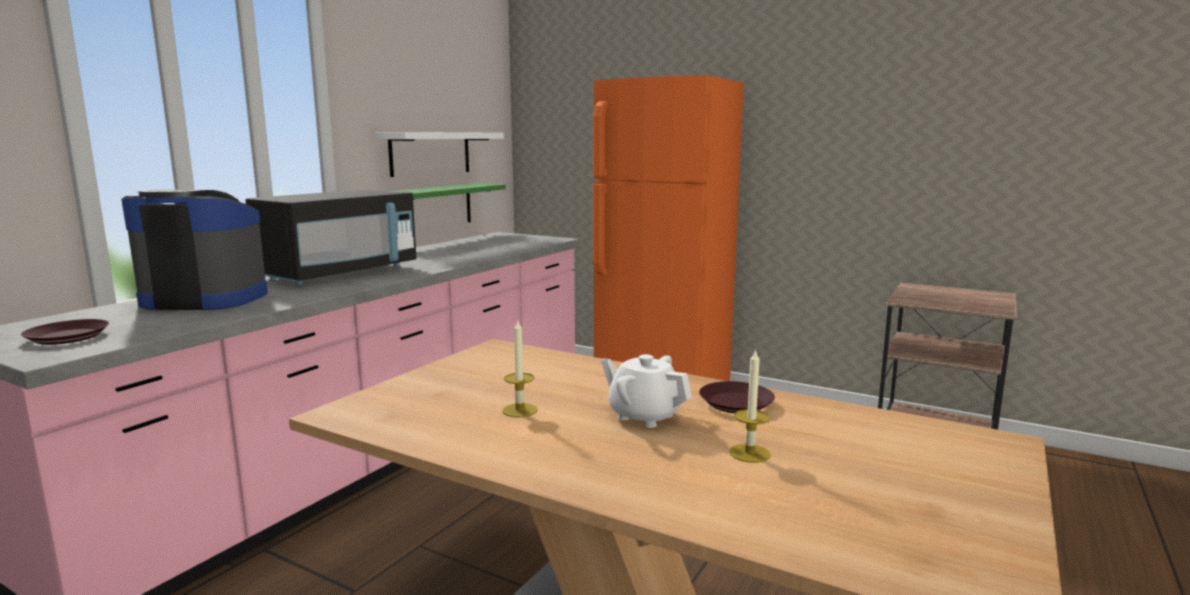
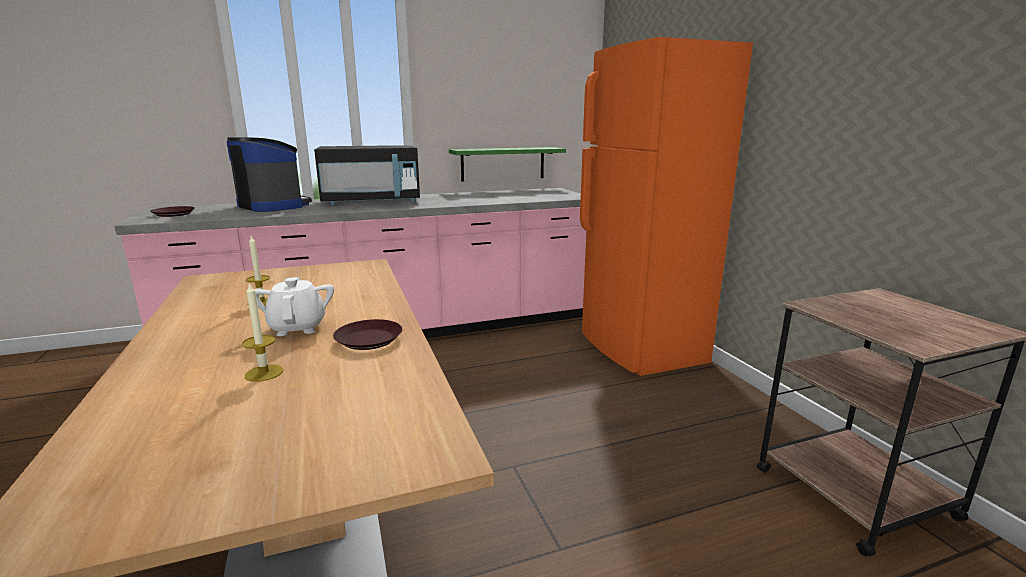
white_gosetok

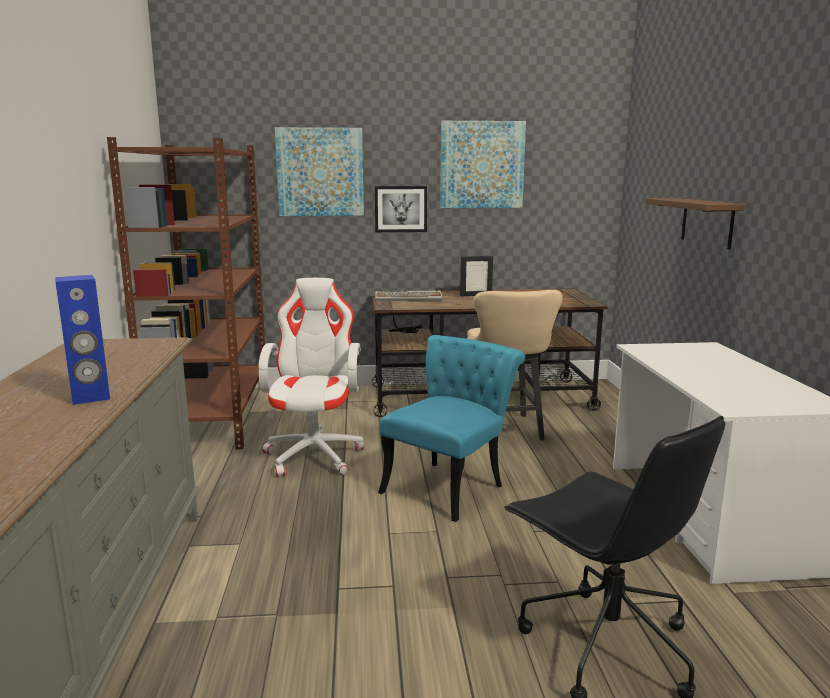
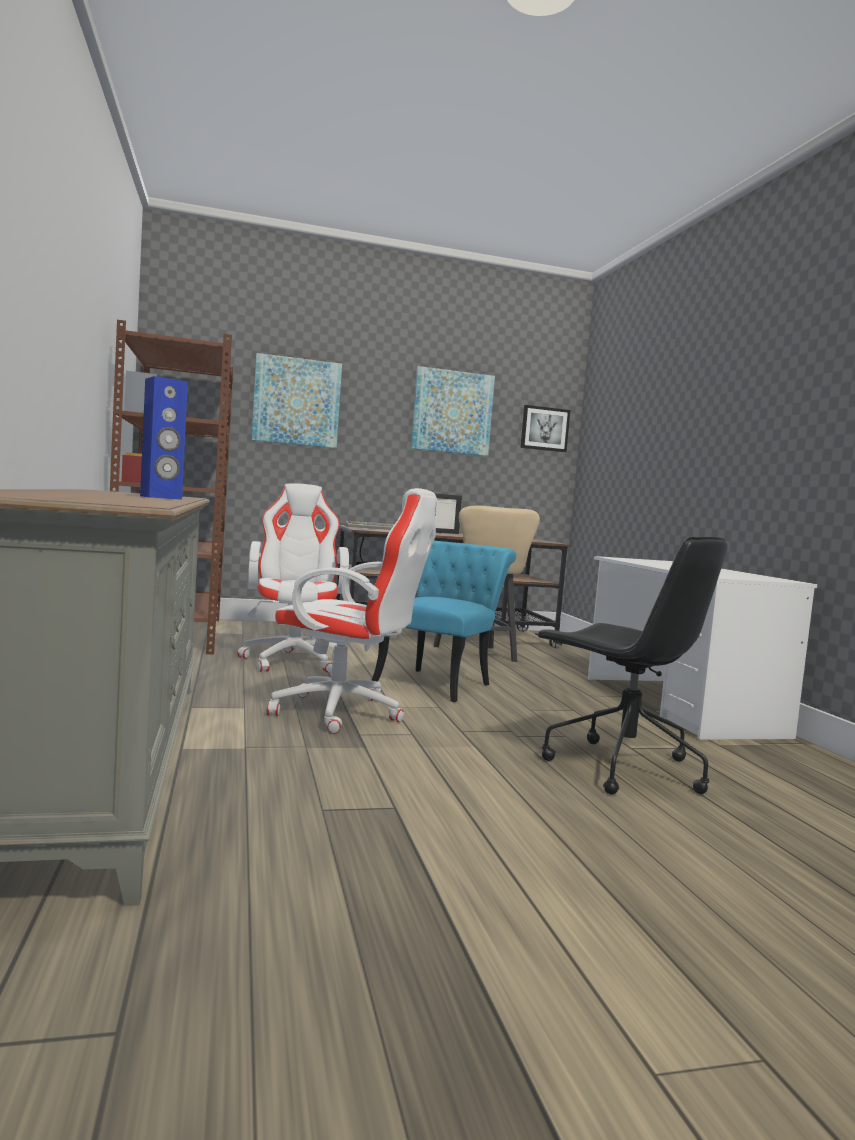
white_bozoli (no. 2 from left)
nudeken (no. 3 from left)
brown_gosetok

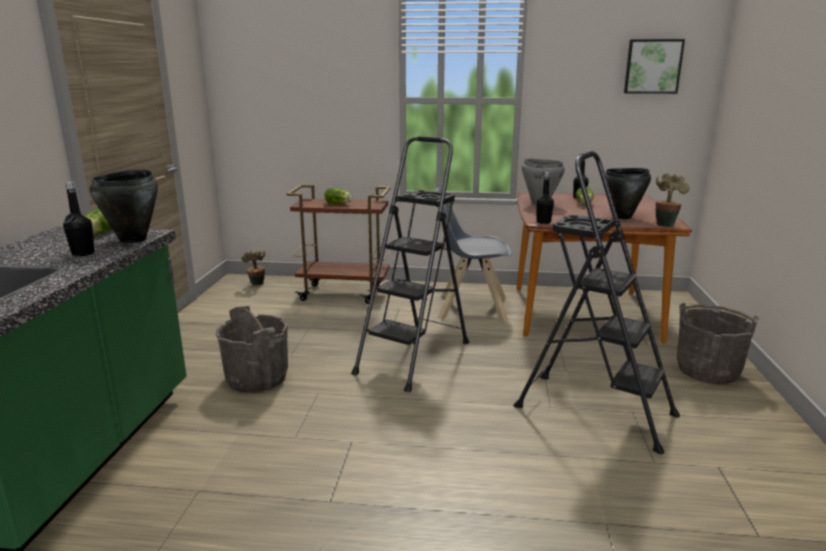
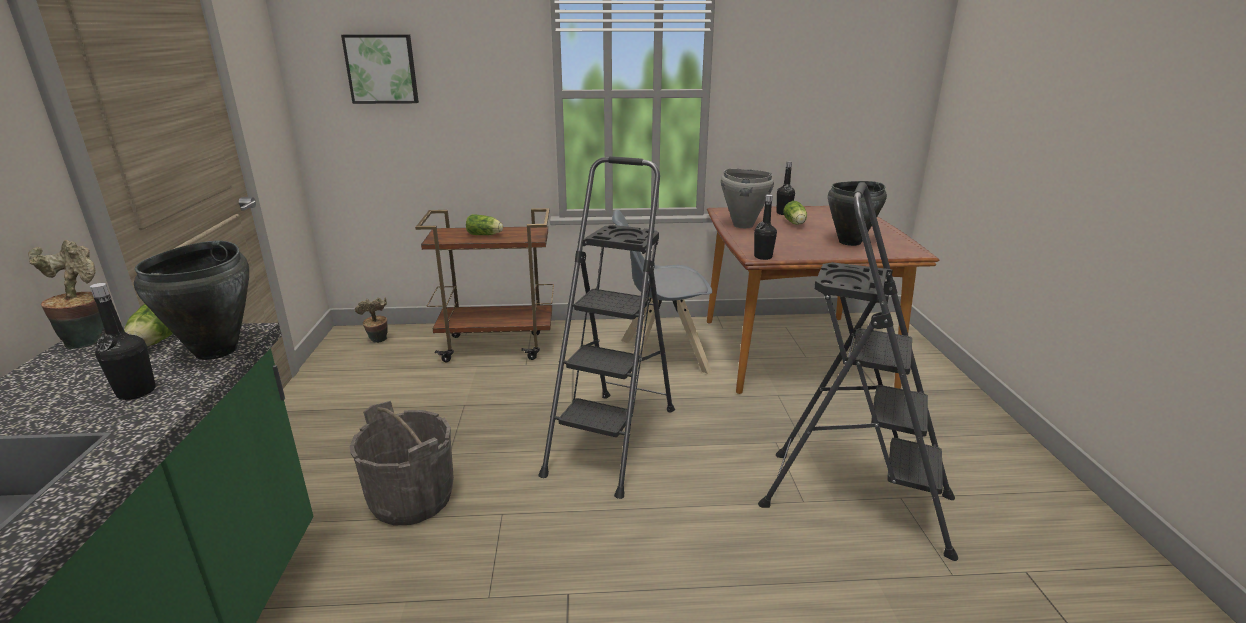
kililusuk (no. 1 from left)
nudeken
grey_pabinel (no. 2 from left in the first image)

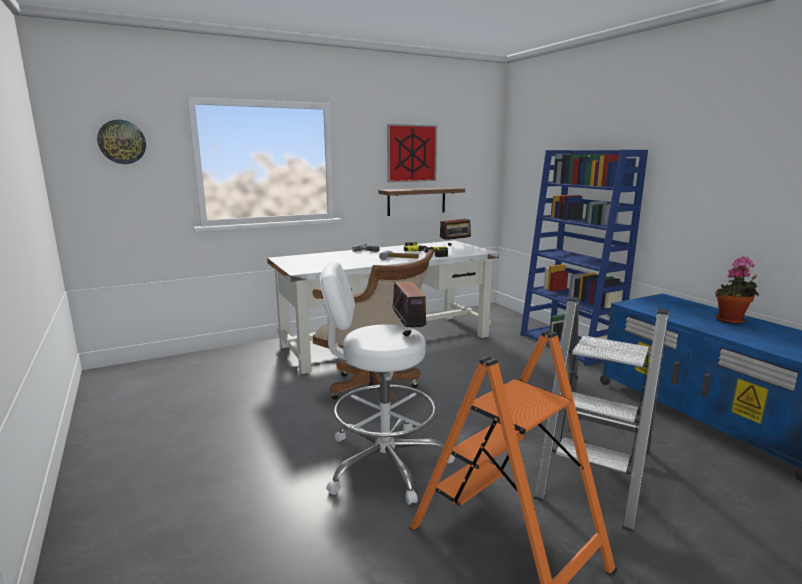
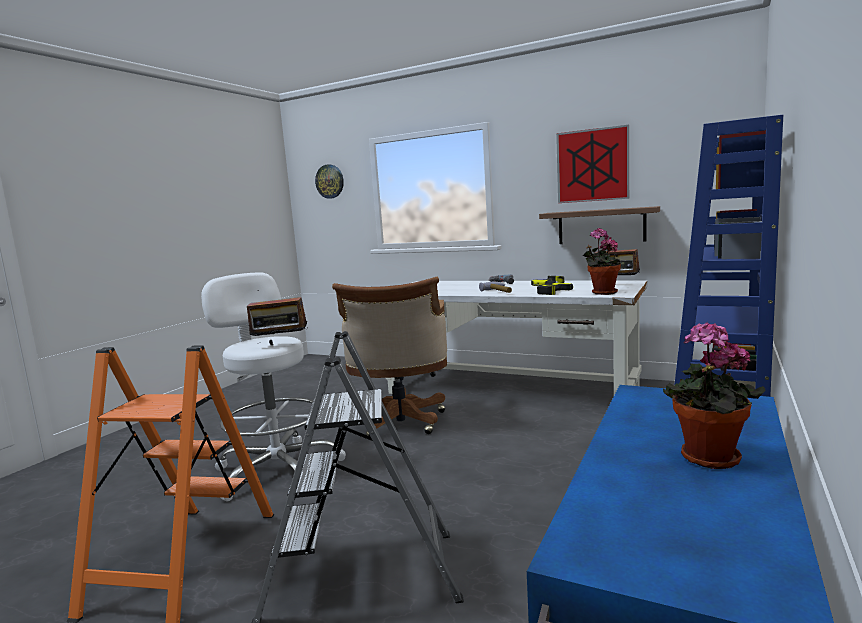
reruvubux (no. 1 from left)
kililusuk (no. 1 from left)

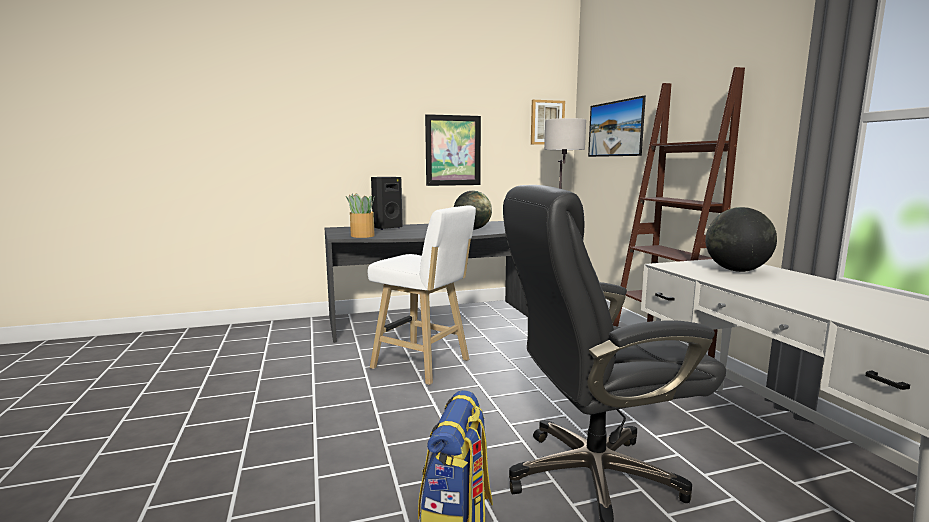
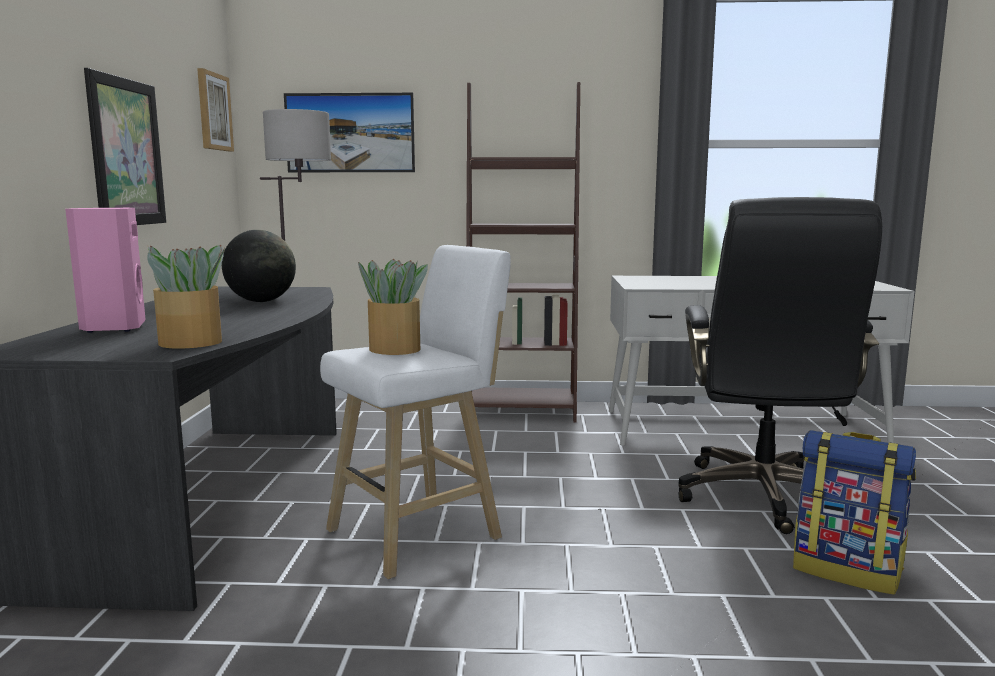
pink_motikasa
kililusuk (no. 2 from left)
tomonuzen (no. 2 from left in the first image)

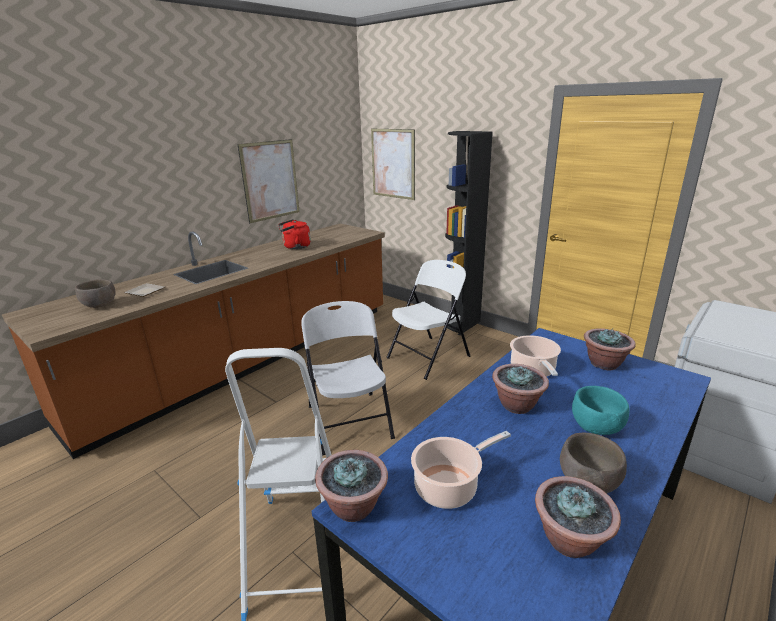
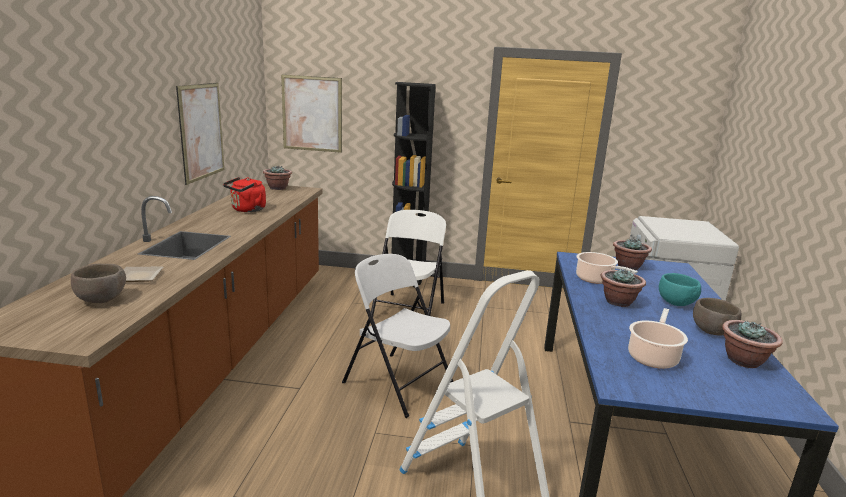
kililusuk (no. 1 from left)

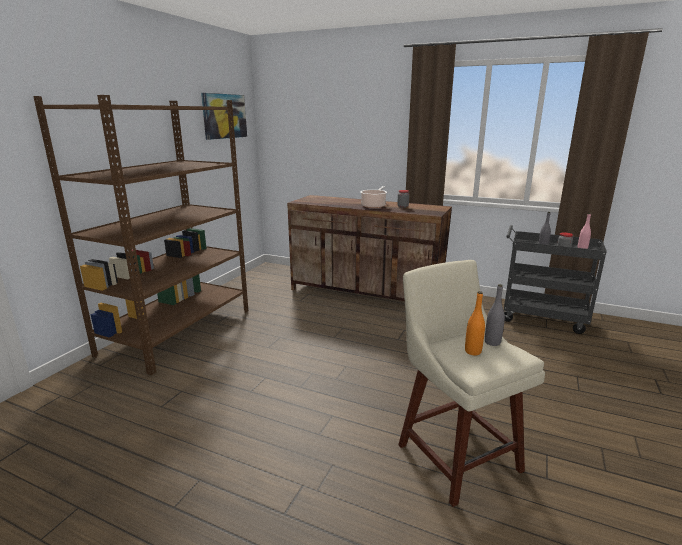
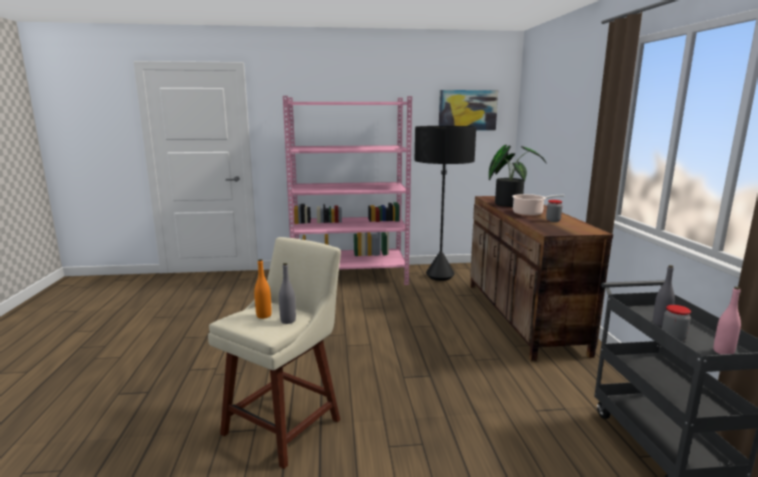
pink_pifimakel
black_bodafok
kililusuk

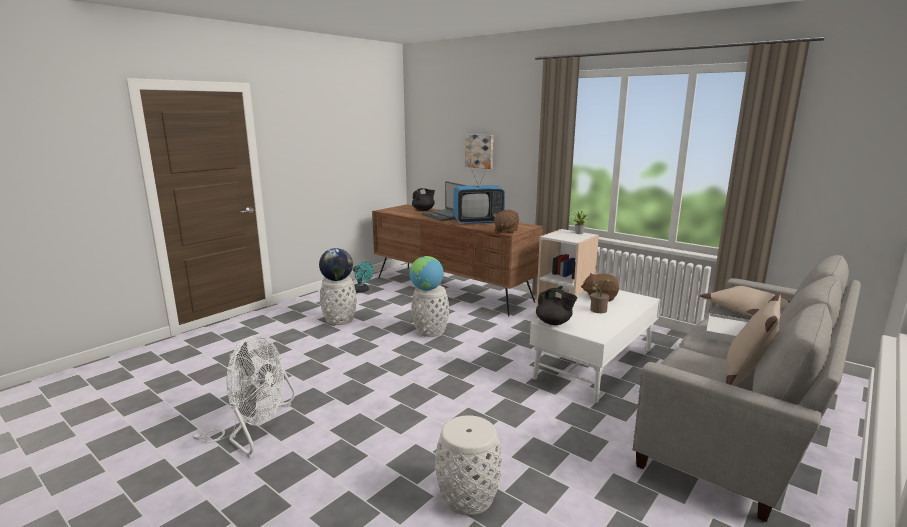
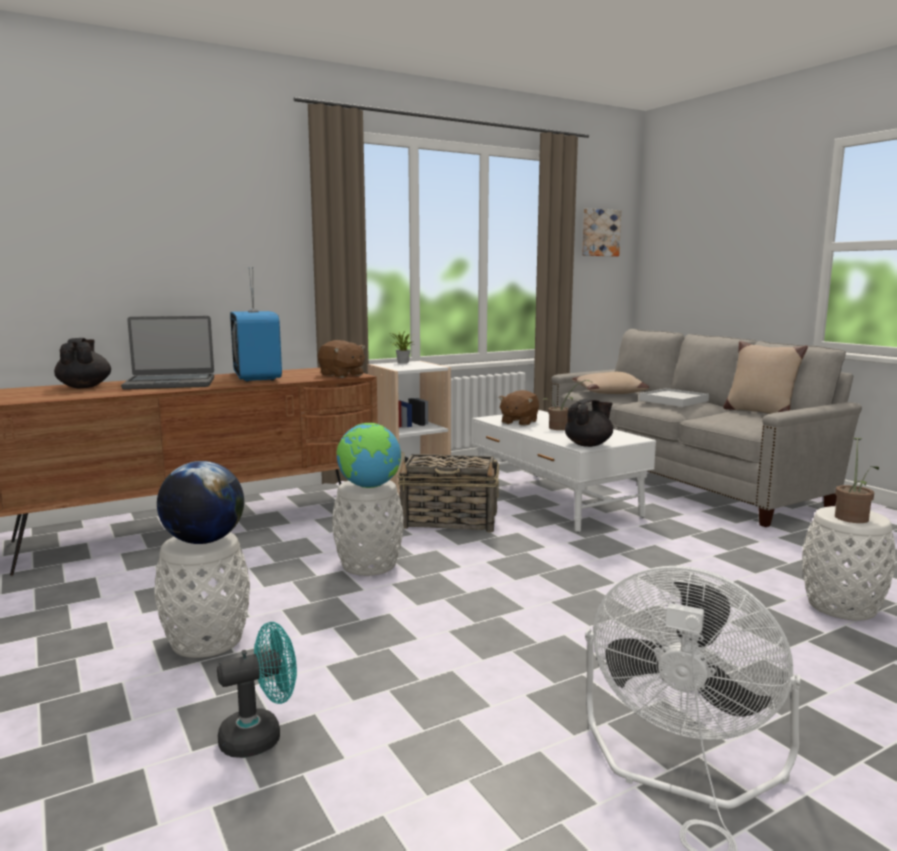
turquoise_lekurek
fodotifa
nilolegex
nudeken
kililusuk (no. 3 from left)

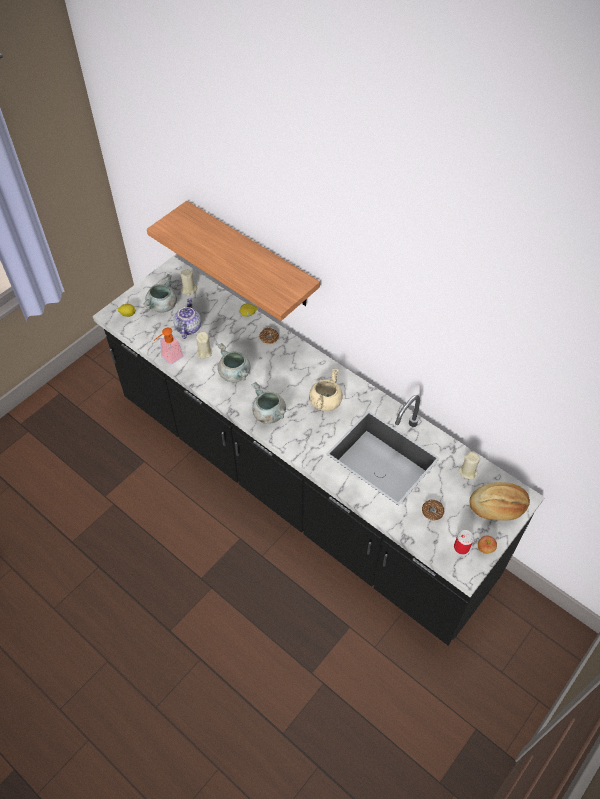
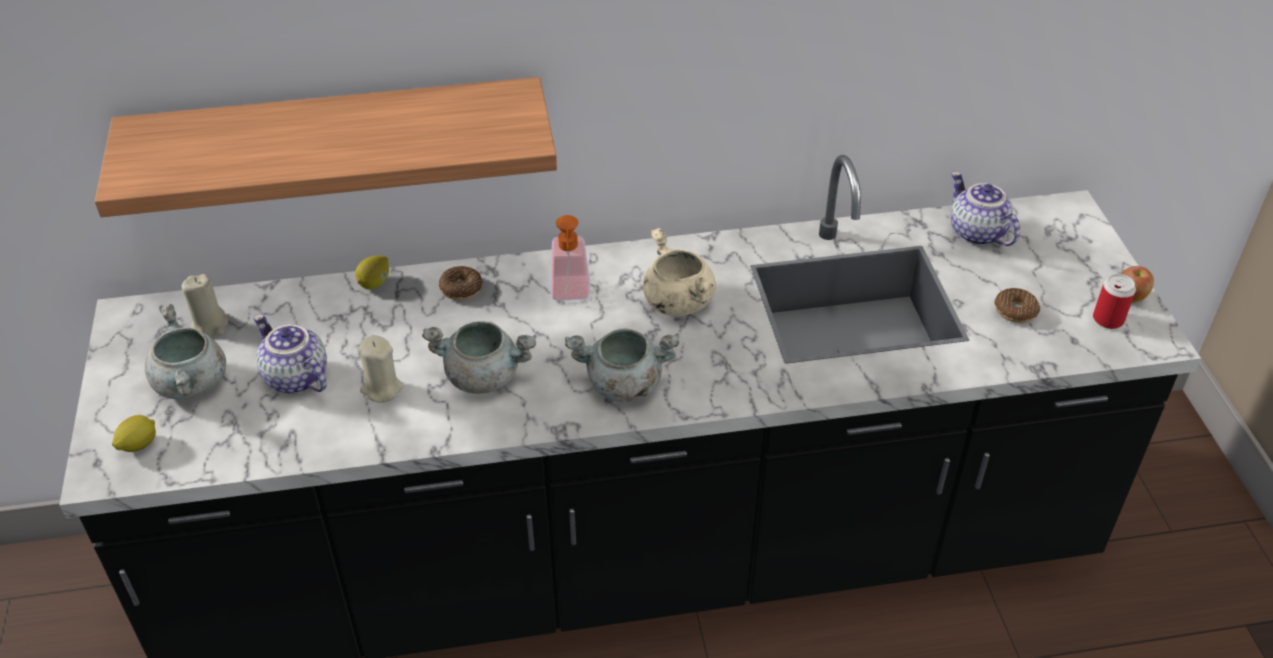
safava
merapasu (no. 2 from left)
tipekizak

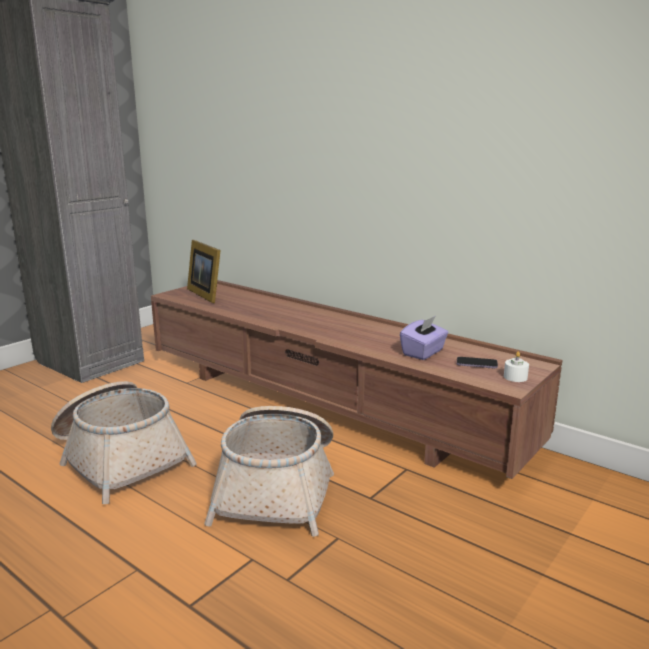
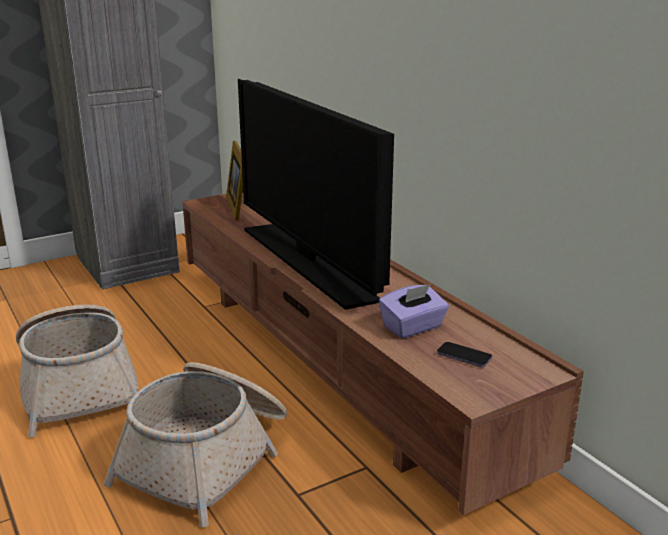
fodotifa
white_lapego

